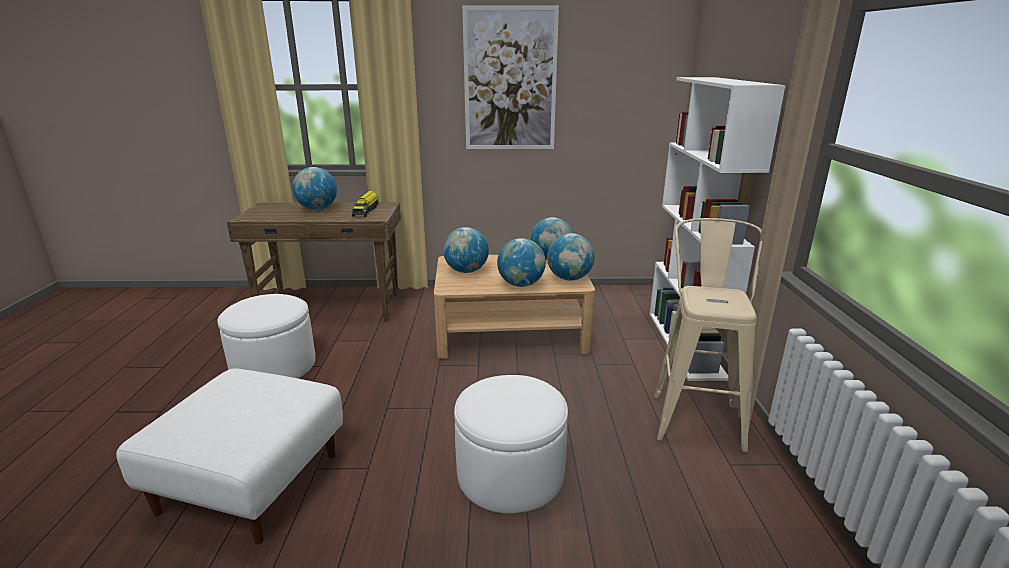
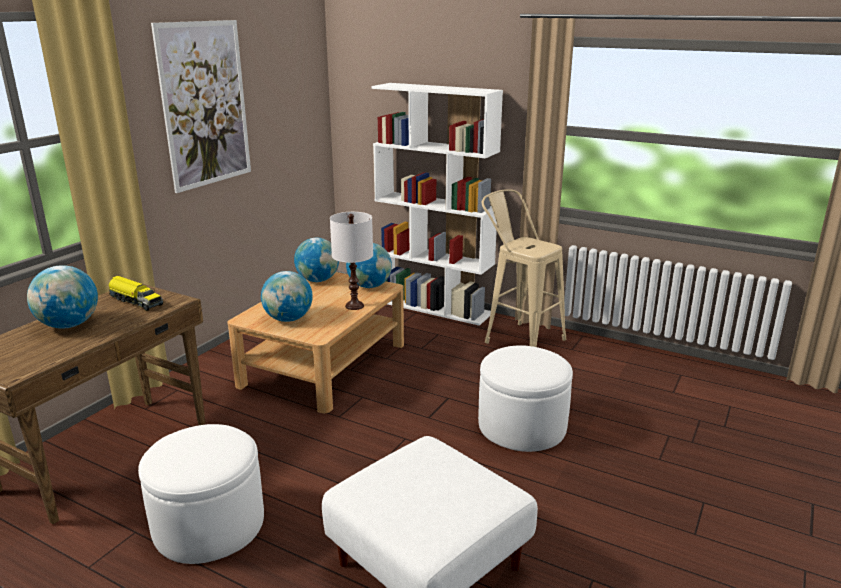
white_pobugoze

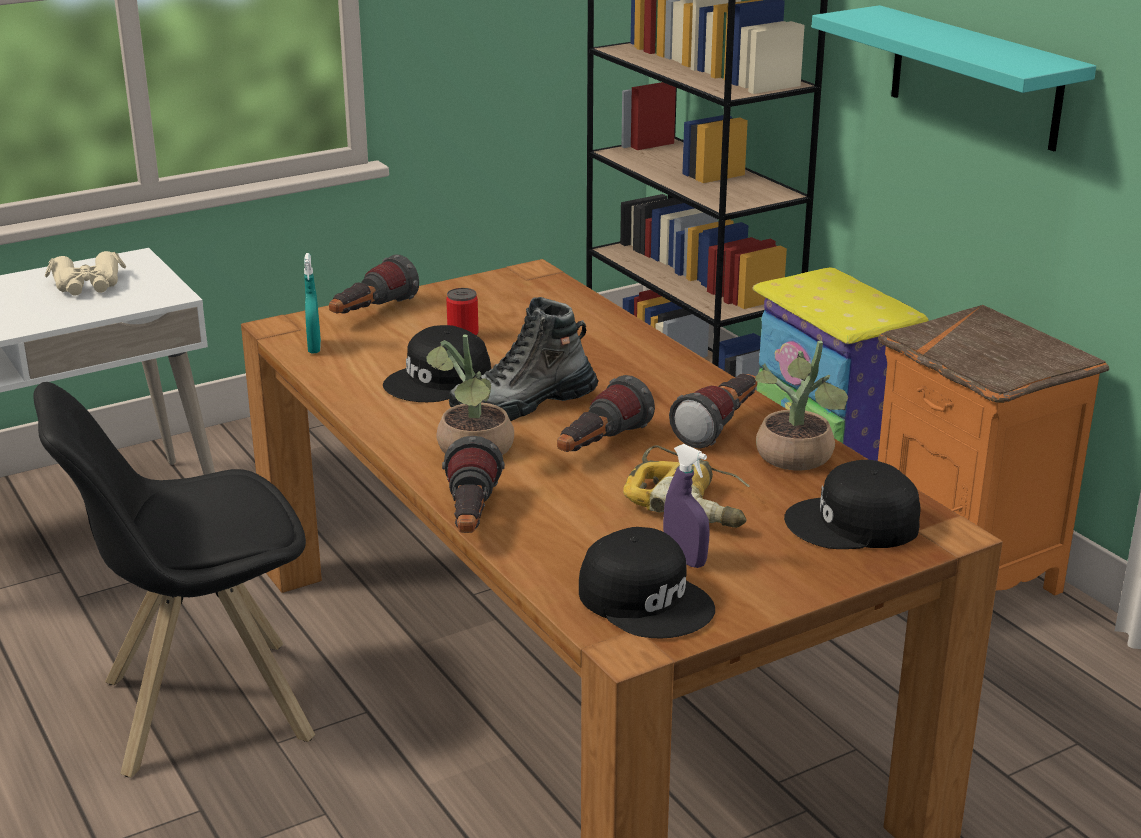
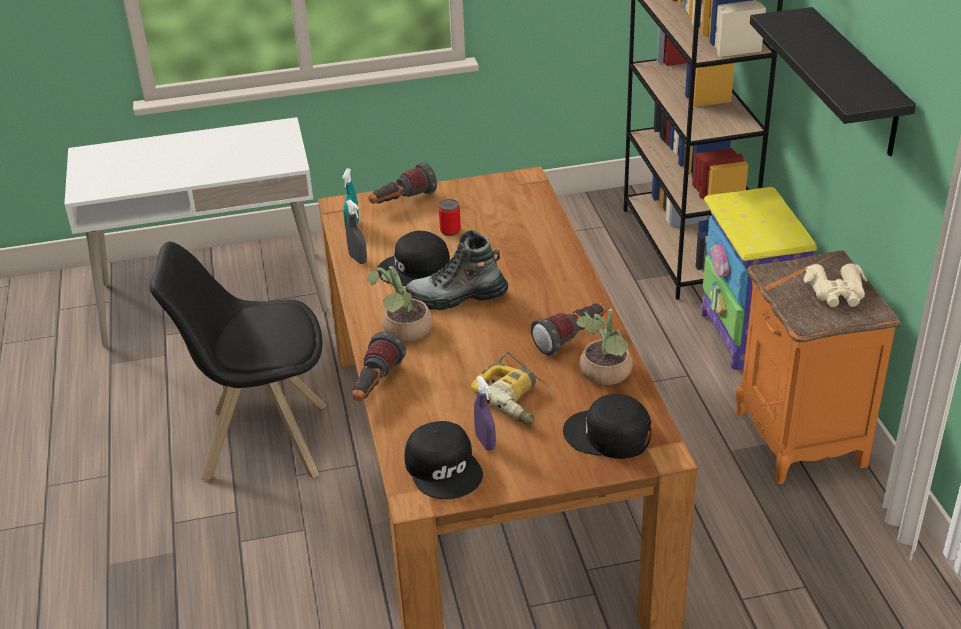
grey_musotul
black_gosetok
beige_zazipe
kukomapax (no. 3 from left in the first image)

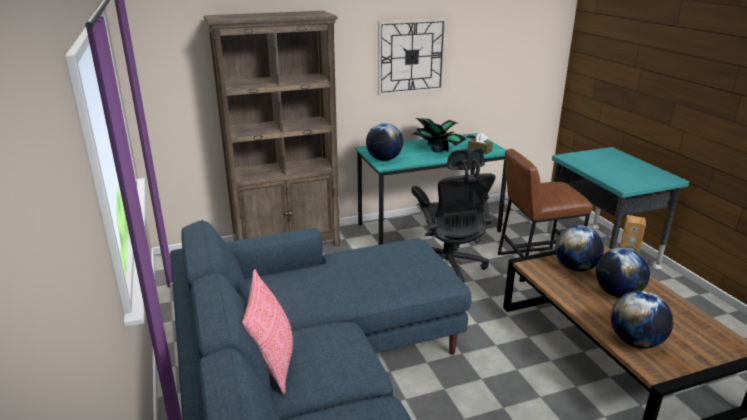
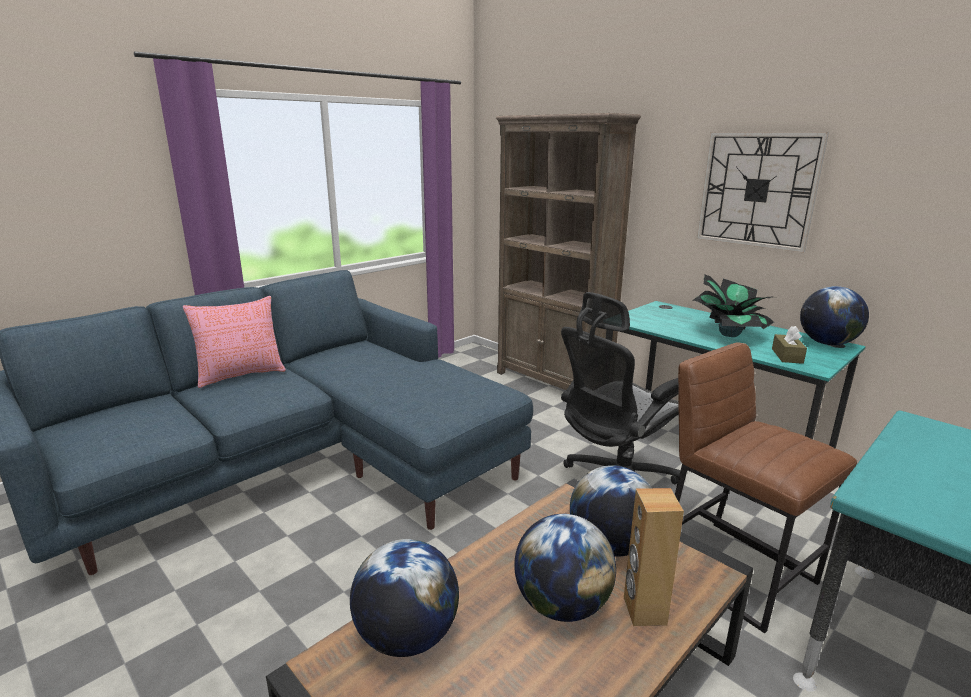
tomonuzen (no. 4 from left)

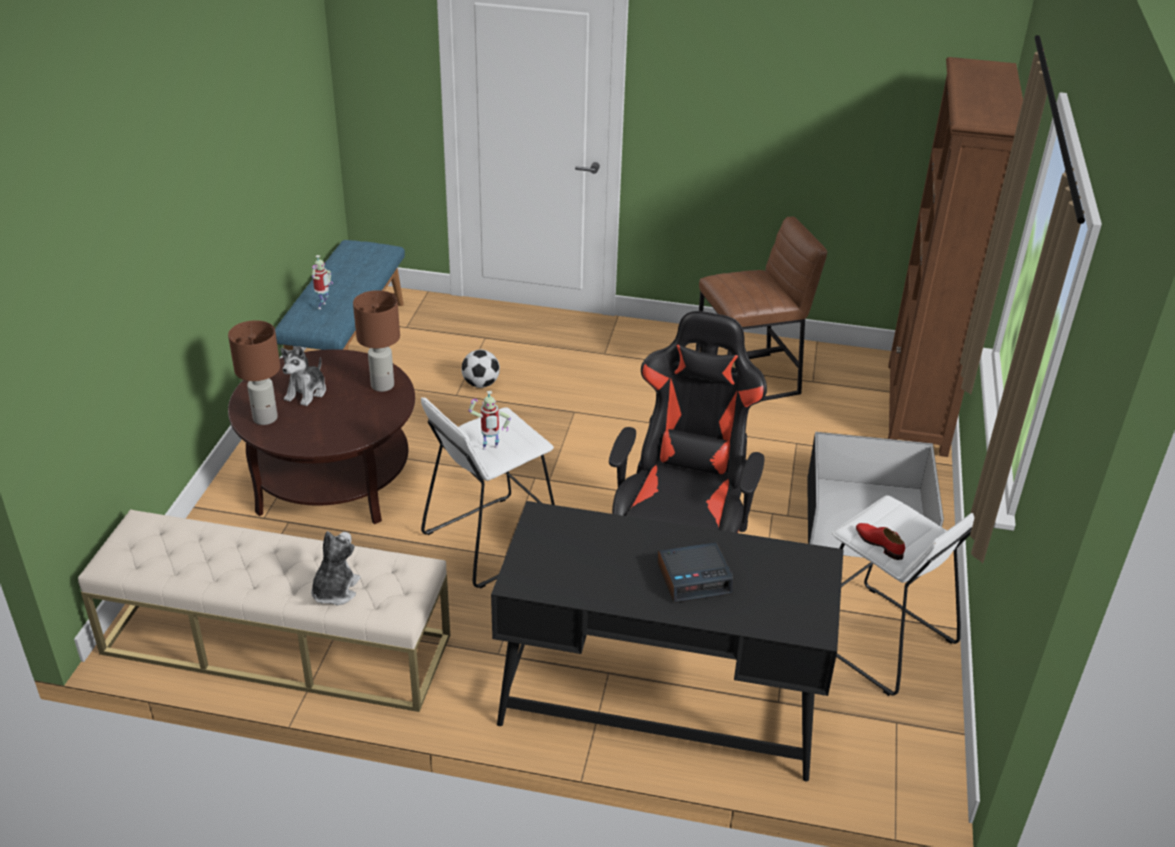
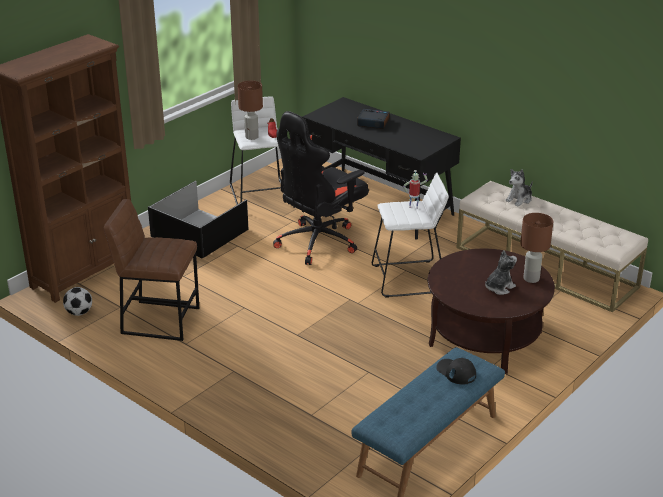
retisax
brown_pobugoze (no. 1 from left)
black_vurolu

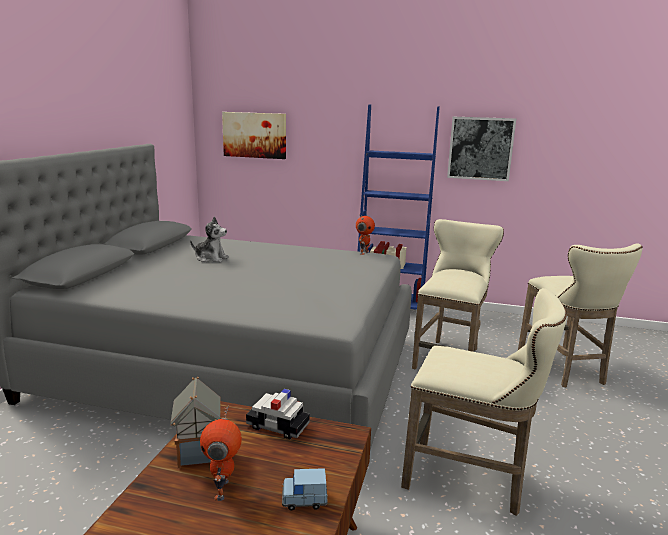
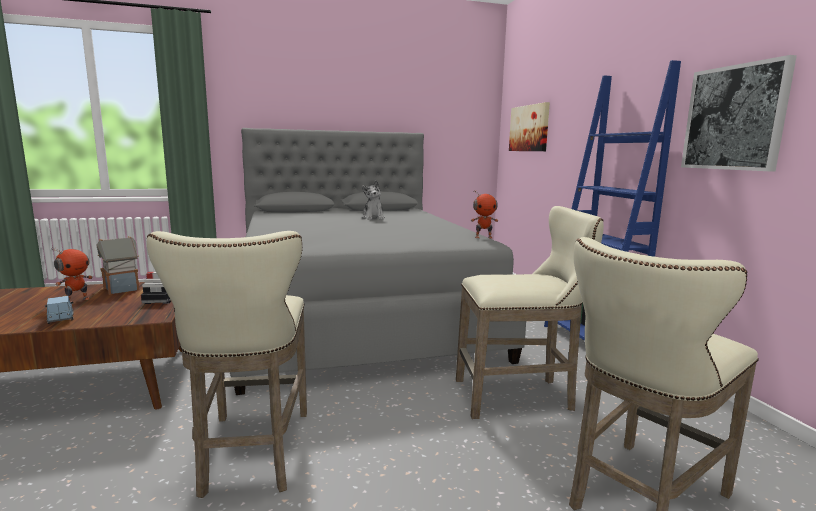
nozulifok (no. 1 from left)

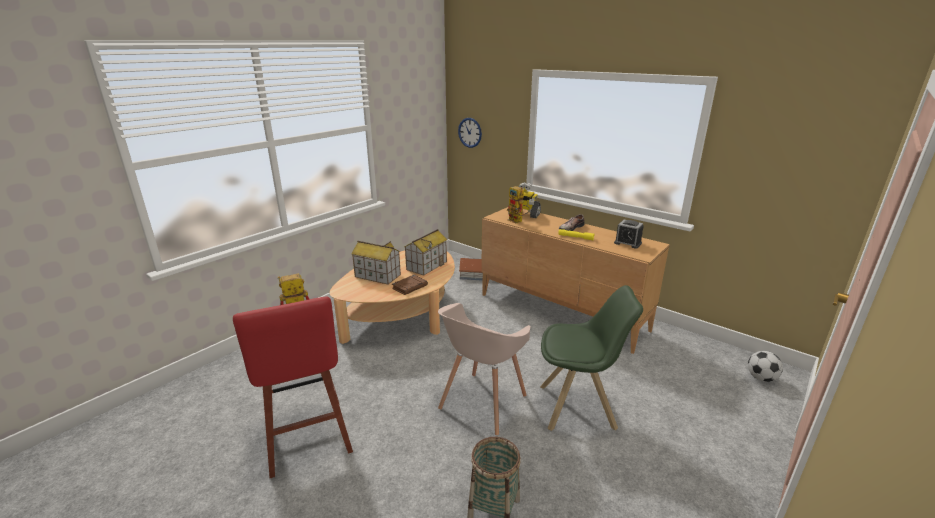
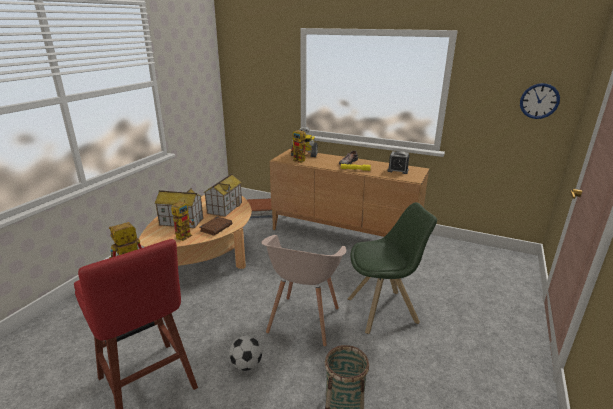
nozulifok (no. 2 from left)
retisax
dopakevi

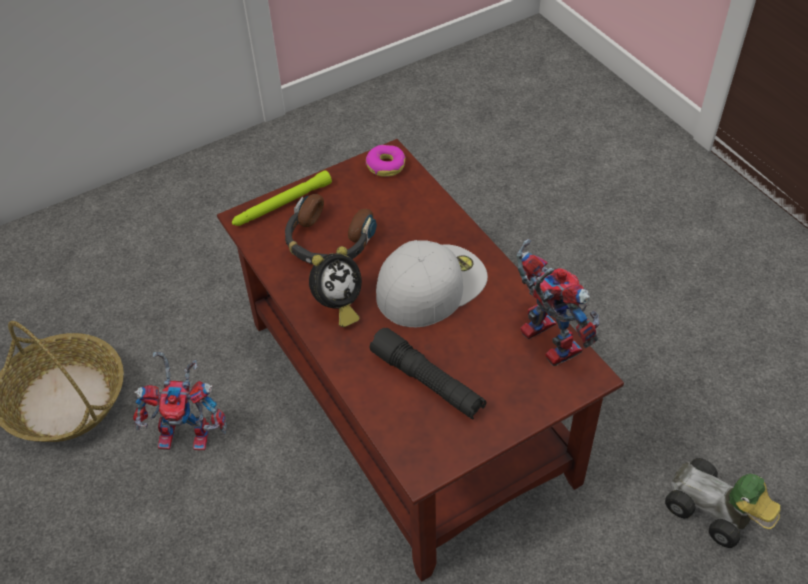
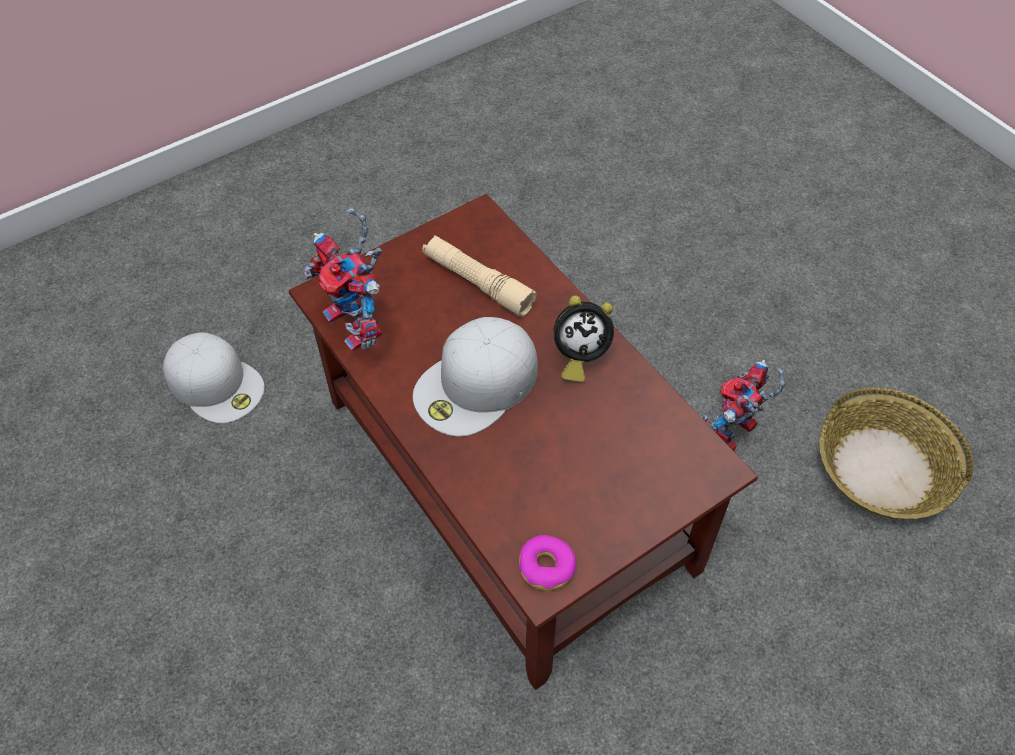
white_vurolu (no. 1 from left)
beige_kukomapax
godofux
nozulifok (no. 2 from left)
green_kukomapax
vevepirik

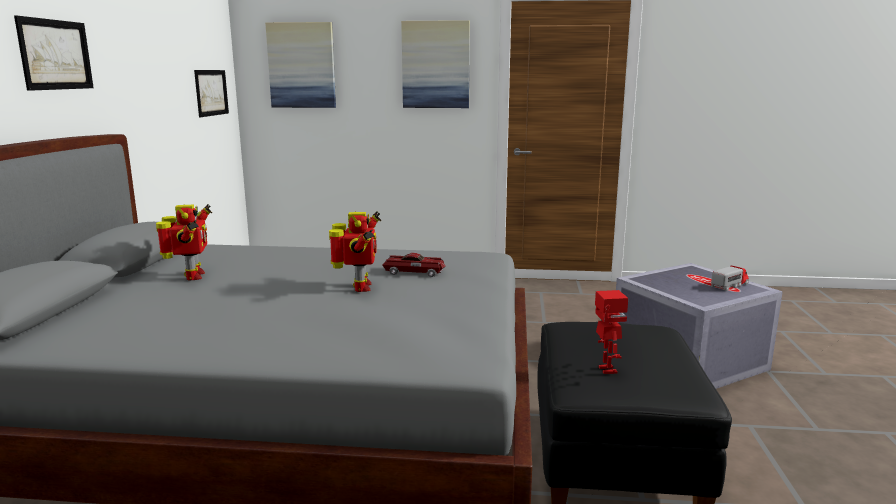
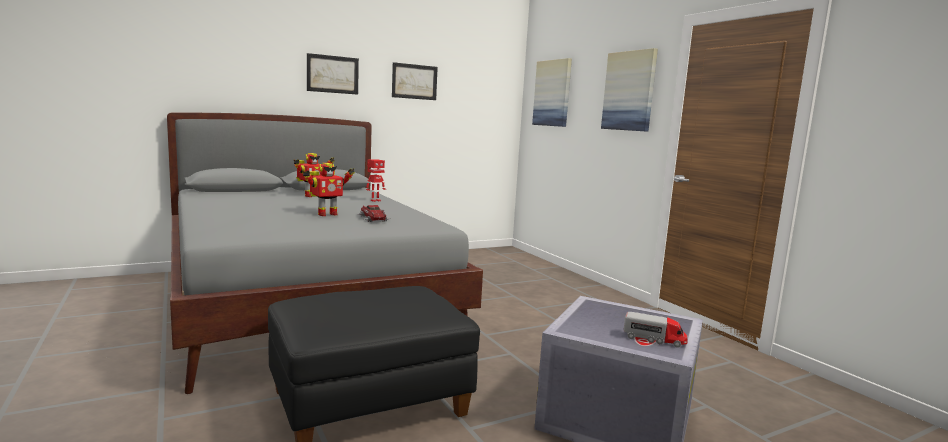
nozulifok (no. 3 from left)
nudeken (no. 2 from left)

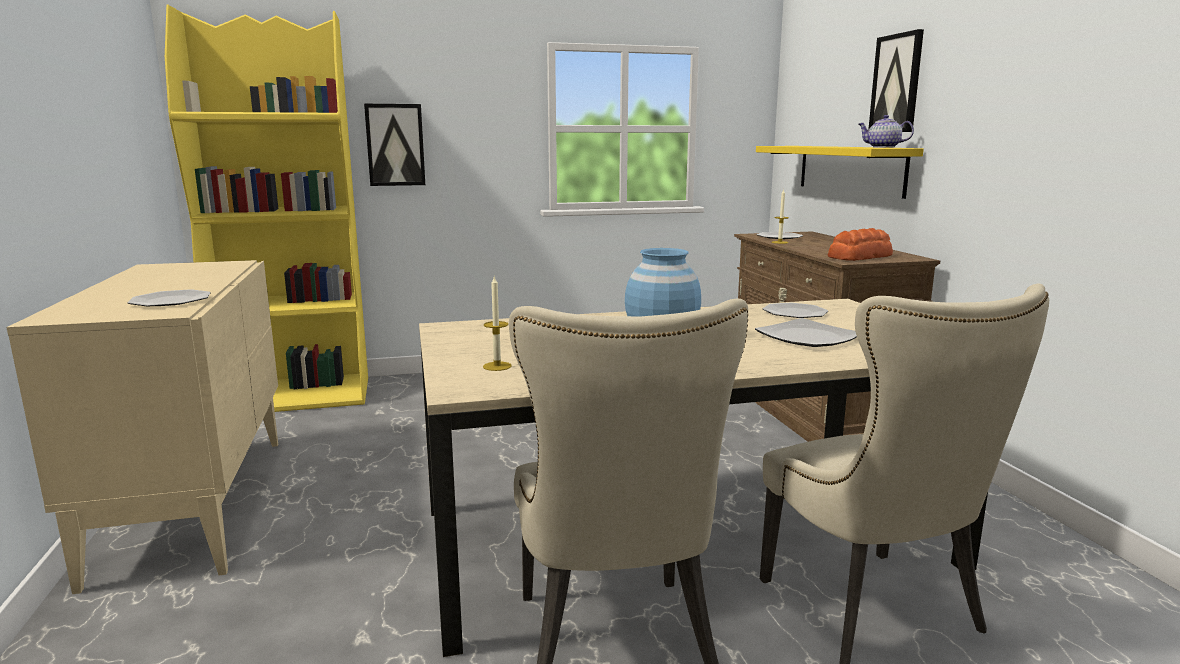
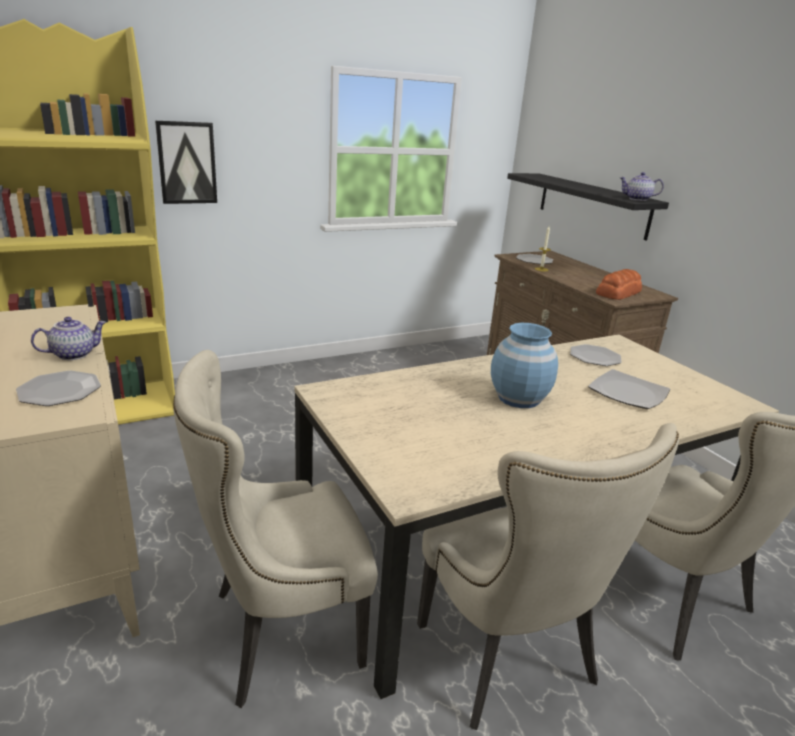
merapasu (no. 1 from left)
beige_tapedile (no. 1 from left)
black_gosetok
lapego (no. 1 from left in the first image)
nudeken (no. 2 from left in the first image)

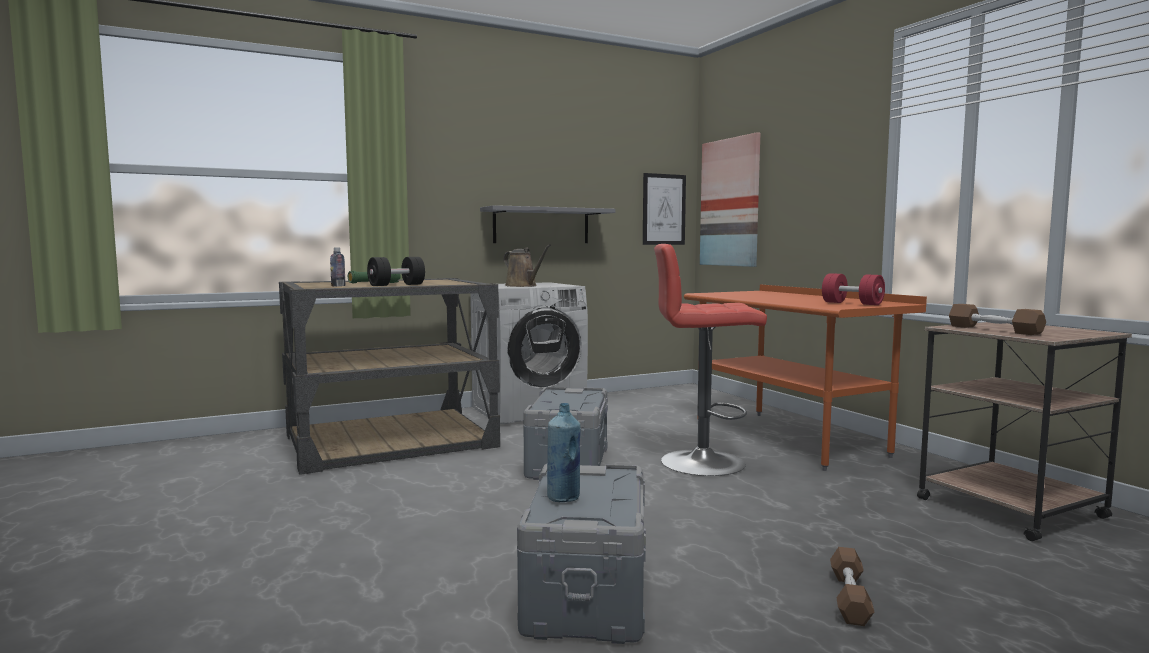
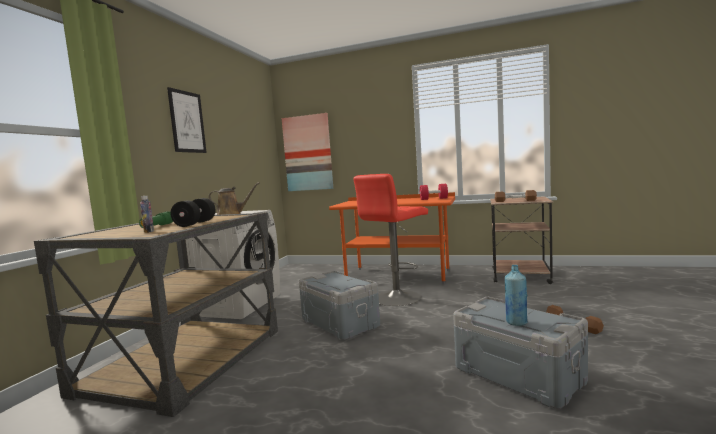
nudeken (no. 1 from left)
grey_gosetok

